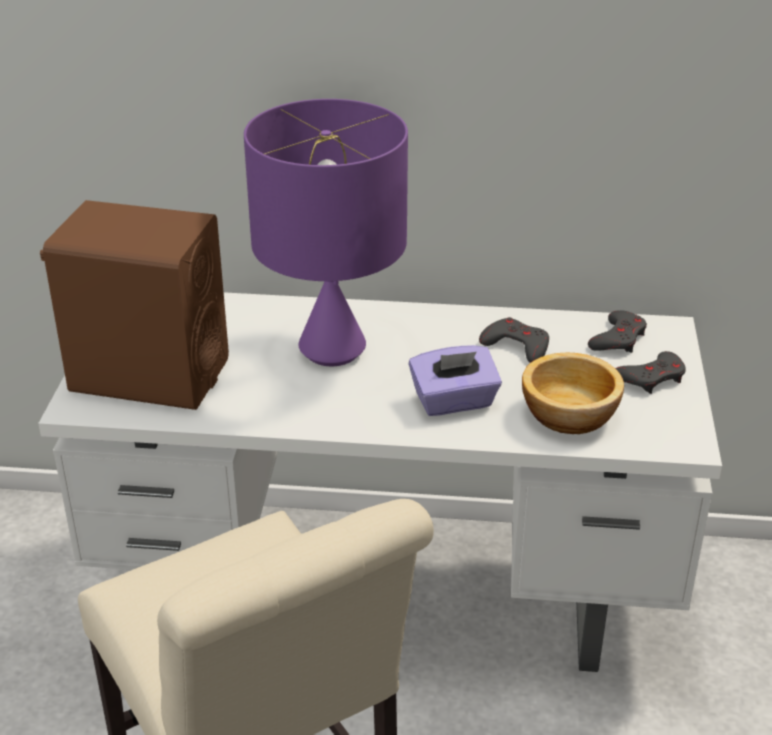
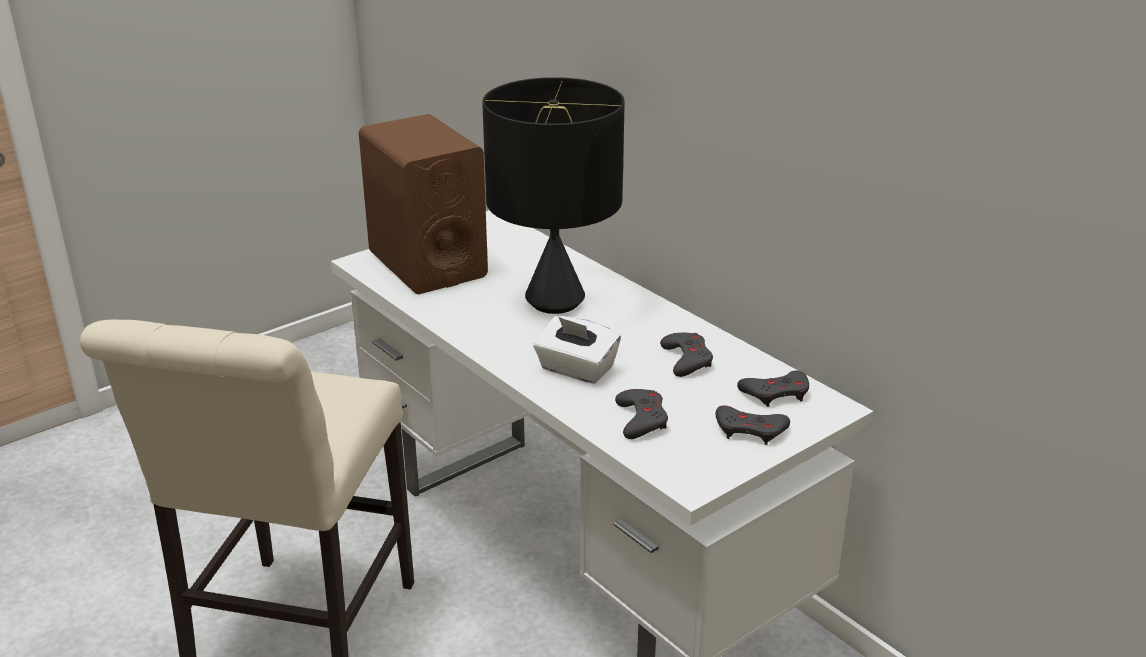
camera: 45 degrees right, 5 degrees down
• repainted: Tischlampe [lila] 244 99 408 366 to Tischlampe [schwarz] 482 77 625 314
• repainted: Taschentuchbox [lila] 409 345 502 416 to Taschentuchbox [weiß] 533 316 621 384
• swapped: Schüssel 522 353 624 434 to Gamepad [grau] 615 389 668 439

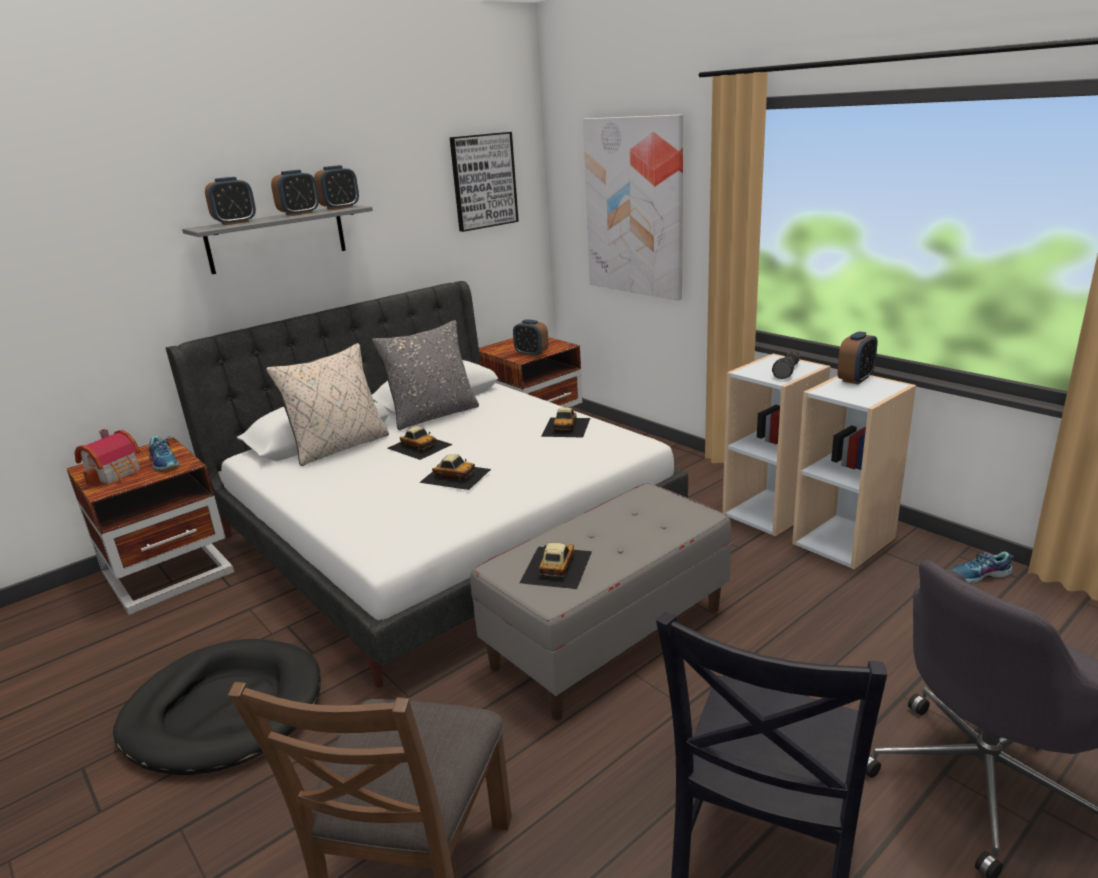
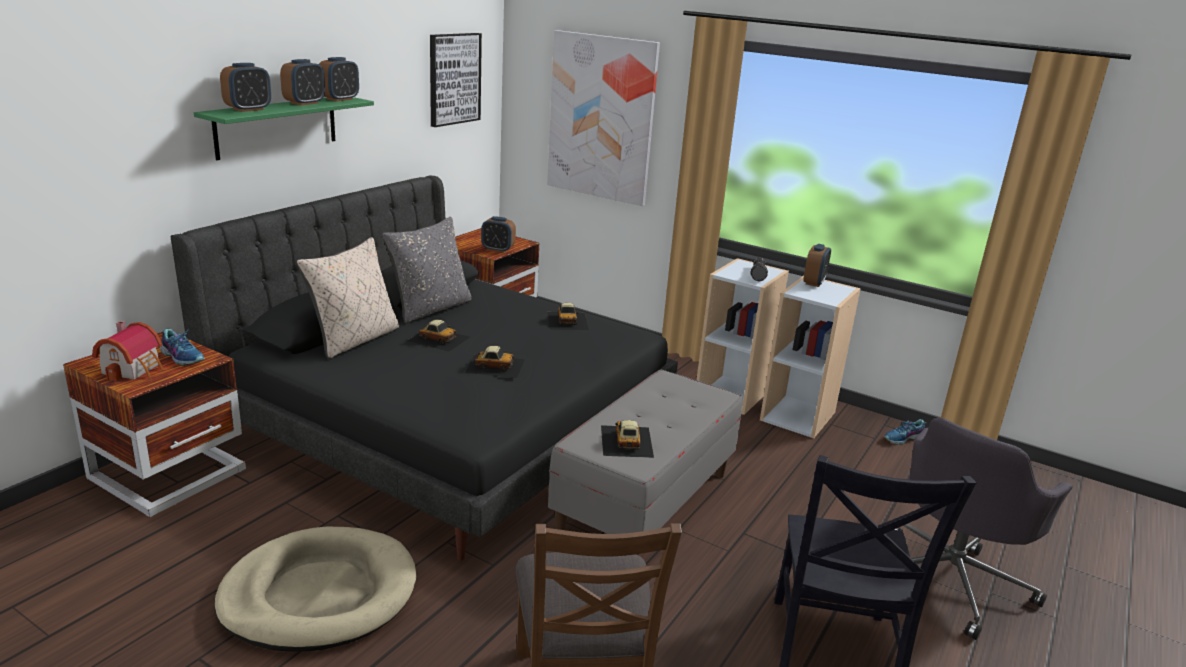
camera: 20 degrees left, 0 degrees up
• repainted: Bett [weiß] 166 281 688 688 to Bett [schwarz] 171 175 678 561
• repainted: Wandregal [grau] 182 205 373 274 to Wandregal [grün] 194 97 374 160
• repainted: Hundebett [schwarz] 113 639 321 775 to Hundebett [beige] 214 526 417 652

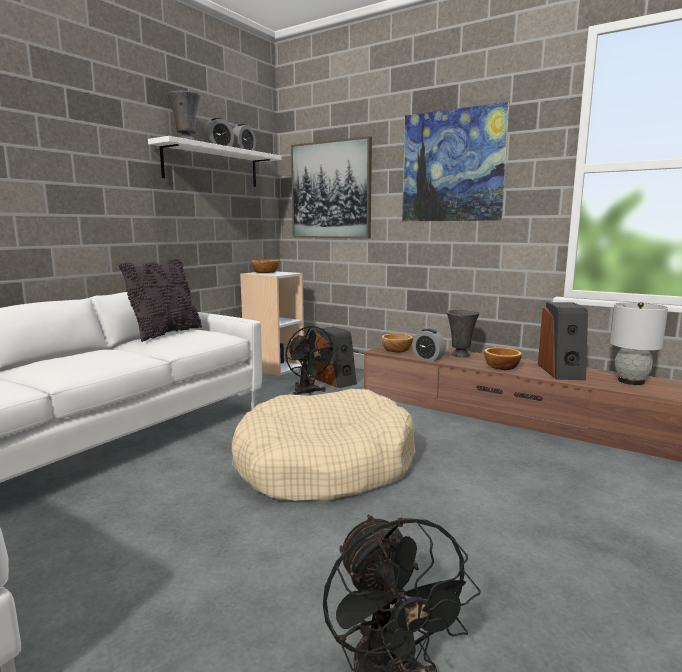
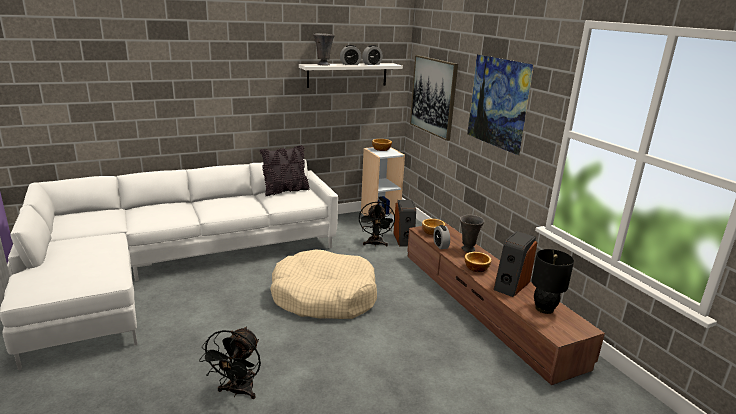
camera: 30 degrees right, 10 degrees up
• repainted: Tischlampe [weiß] 610 302 668 385 to Tischlampe [schwarz] 532 249 574 314

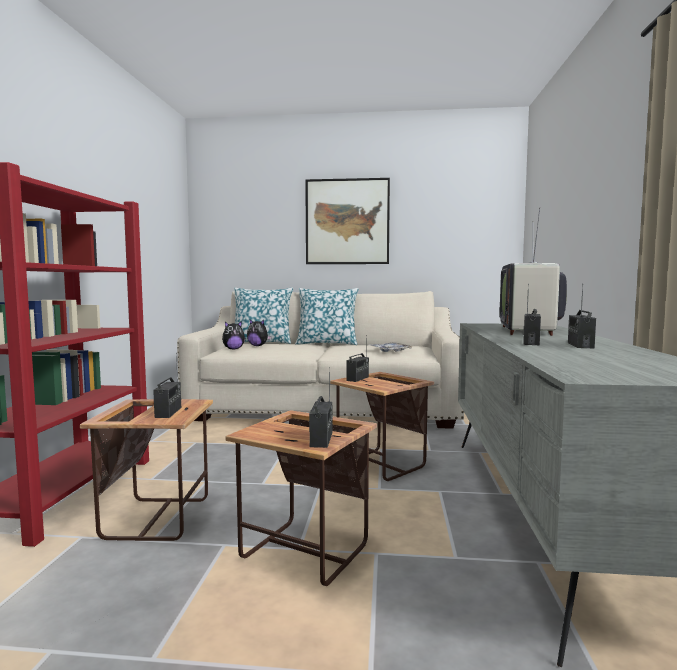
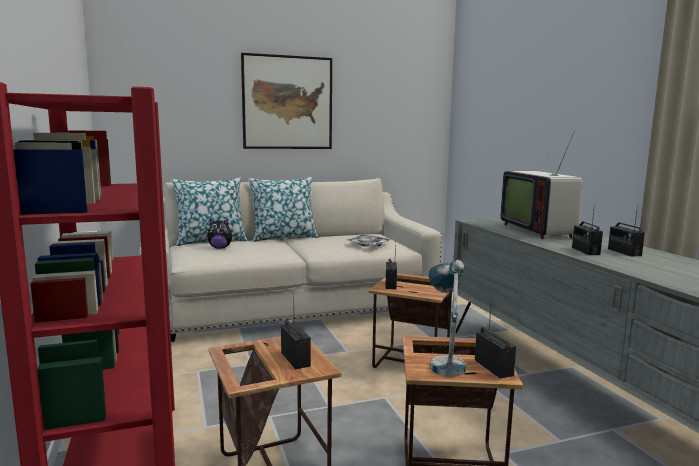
camera: 25 degrees left, 5 degrees up
• new: Tischlampe 428 260 466 377
• gone: Plüschtier 222 321 245 350

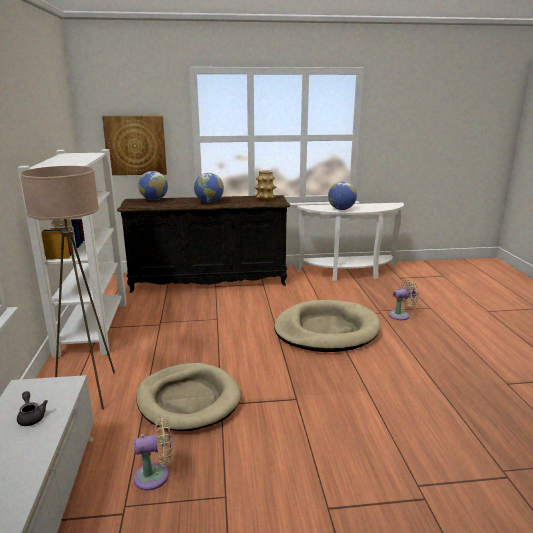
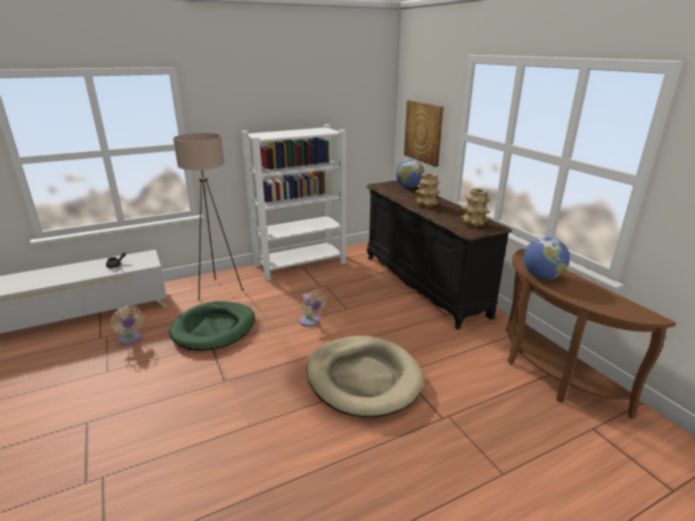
camera: 70 degrees right, 5 degrees up
• repainted: Hundebett [beige] 136 363 241 431 to Hundebett [grün] 169 301 255 351
• shifted: Ventilator [beige] 389 280 419 320 to 299 290 327 327
• swapped: Globus 194 173 224 203 to Vase 415 173 440 208
• repainted: Konsolentisch [weiß] 297 203 404 281 to Konsolentisch [braun] 506 249 676 419

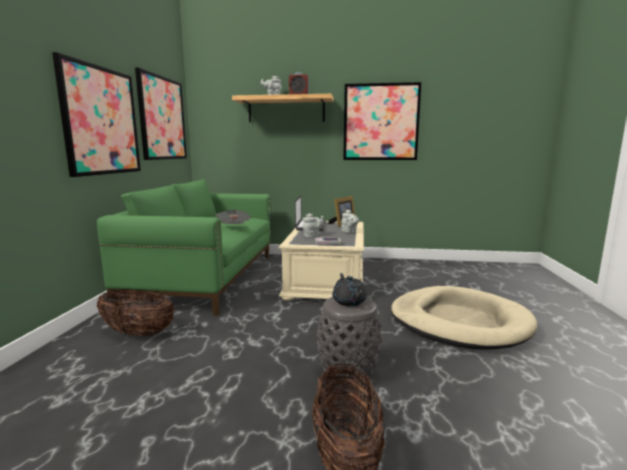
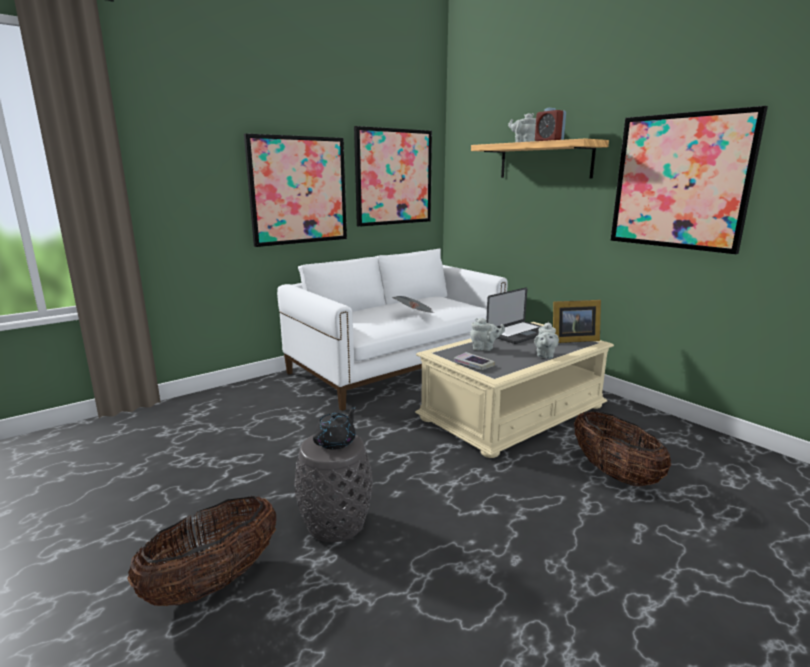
camera: 45 degrees right, 5 degrees up
• repainted: Sofa [grün] 97 179 271 316 to Sofa [weiß] 277 249 508 411
• shifted: Korb 97 289 174 336 to 574 411 671 486
• gone: Hundebett [beige] 391 286 538 350

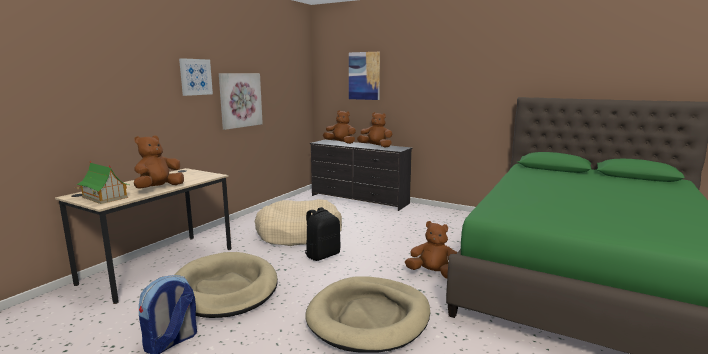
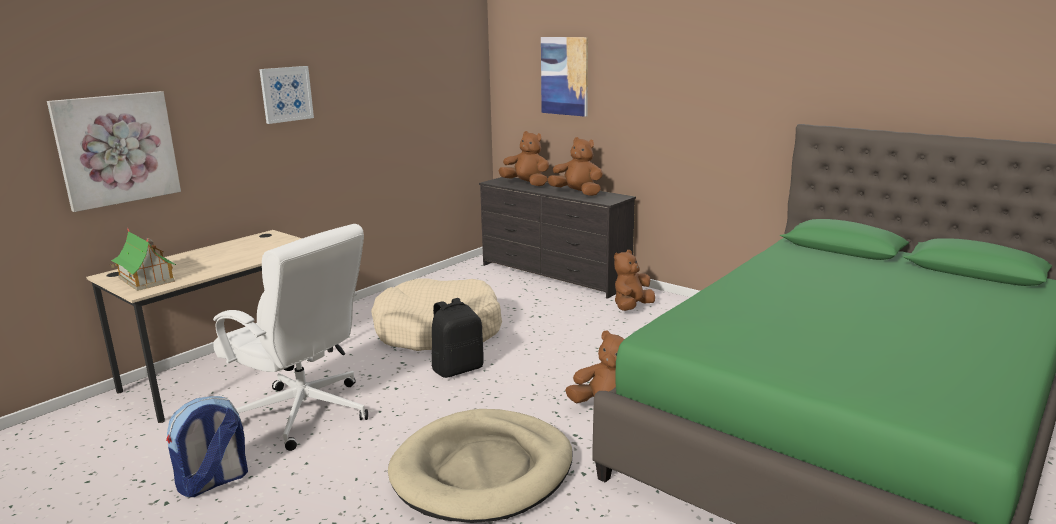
camera: 10 degrees right, 5 degrees up
• shifted: Bild 219 73 263 130 to 47 91 181 212
• swapped: Hundebett [beige] 175 252 278 318 to Bürostuhl [weiß] 213 224 368 451
• shifted: Plüschtier [braun] 134 135 184 189 to 614 250 655 311

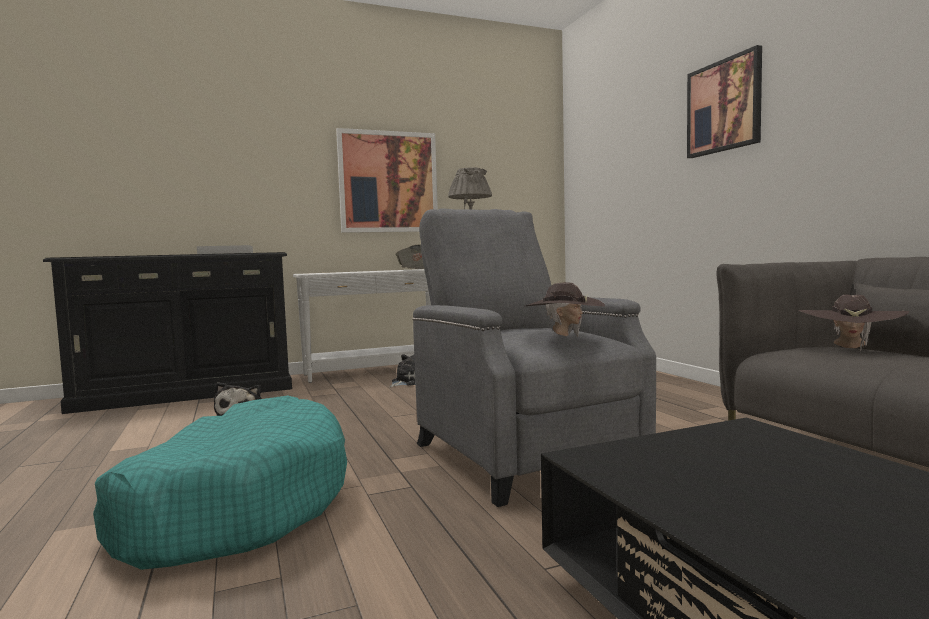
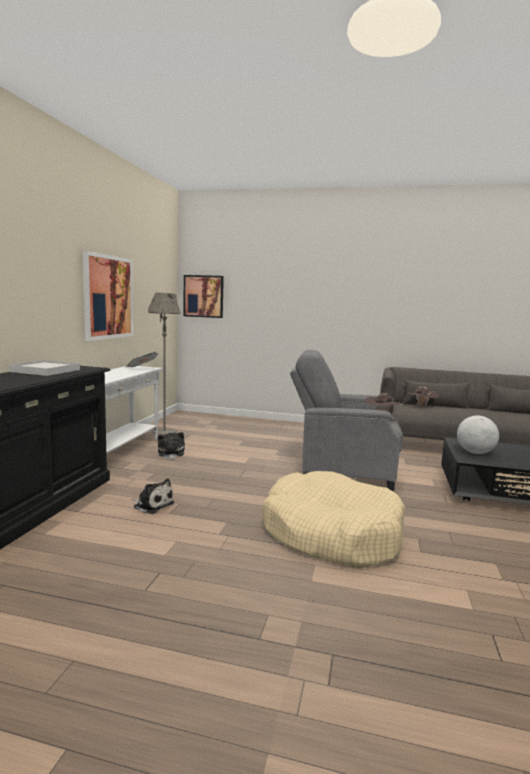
camera: 55 degrees left, 5 degrees up
• shifted: Bild 687 45 762 158 to 183 275 224 318
• repainted: Hundebett [türkis] 93 395 347 570 to Hundebett [beige] 262 471 405 569
• new: Globus 457 416 499 454

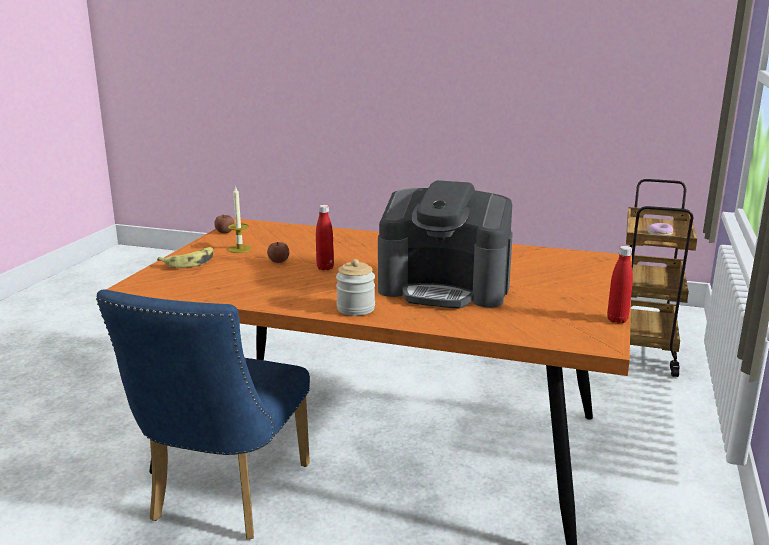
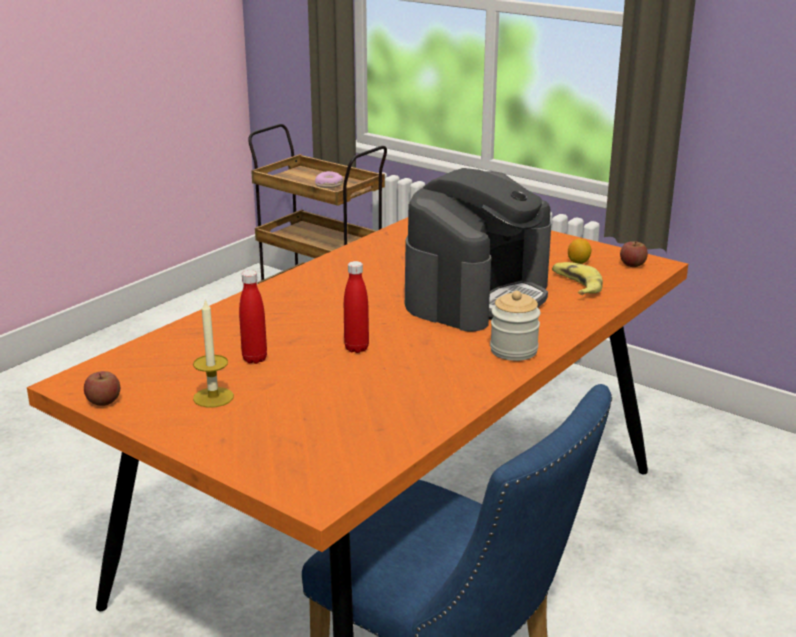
camera: 70 degrees left, 5 degrees up
• shifted: Flasche [rot] 607 246 633 324 to 239 270 267 364
• shifted: Banane 157 247 213 268 to 552 262 603 295
• new: Zitrone 568 239 591 264
• shifted: Apfel 267 242 289 263 to 620 241 648 267

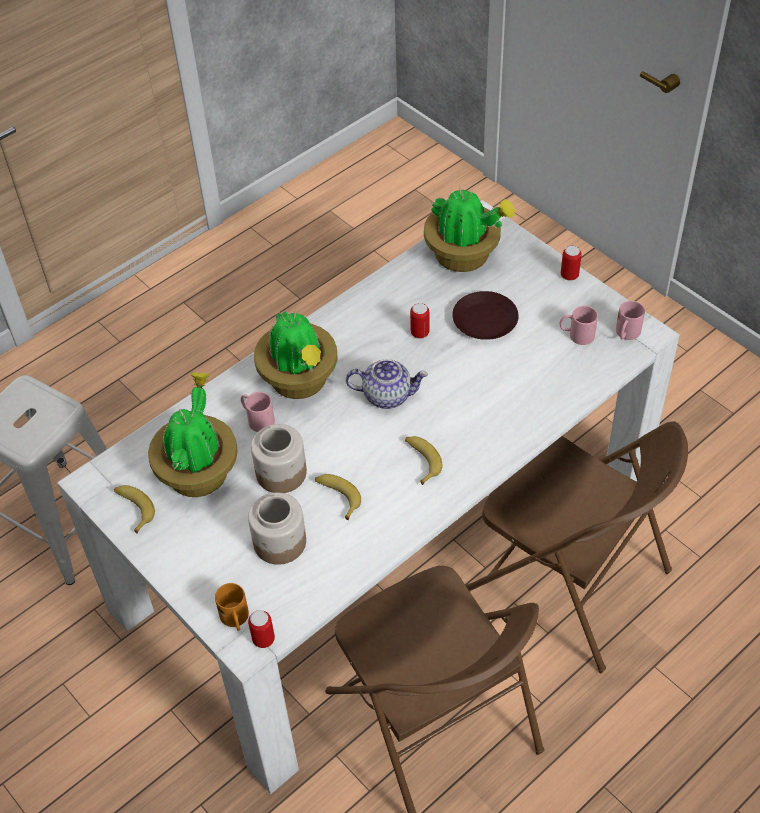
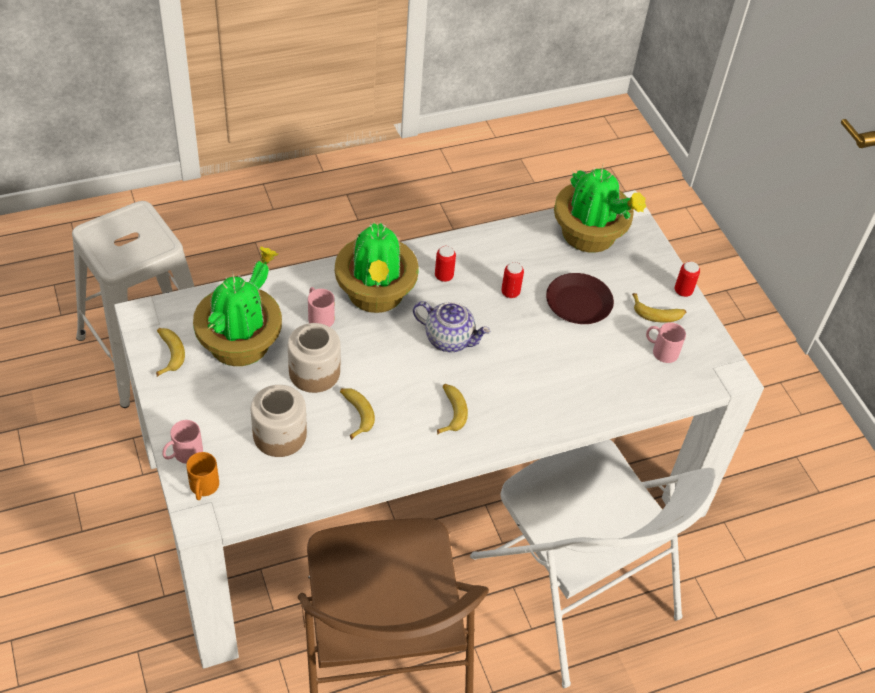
camera: 15 degrees right, 0 degrees up
• shifted: Henkelbecher [rosa] 616 301 645 340 to 162 420 203 464
• shifted: Dose 248 610 275 648 to 435 246 456 282
• repainted: Stuhl [braun] 466 421 688 673 to Stuhl [weiß] 470 439 718 688
• new: Banane 632 293 686 323

